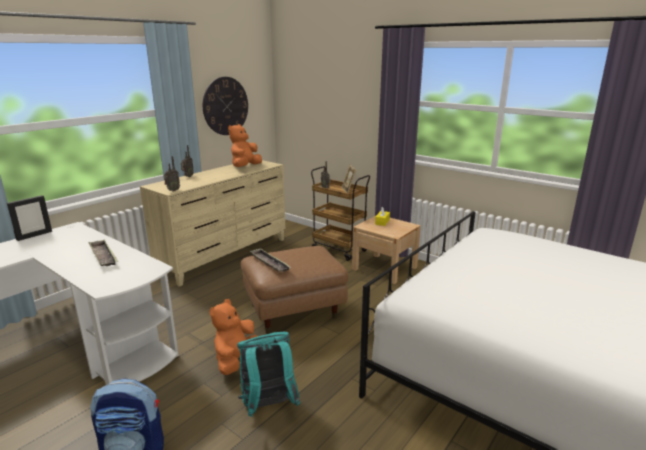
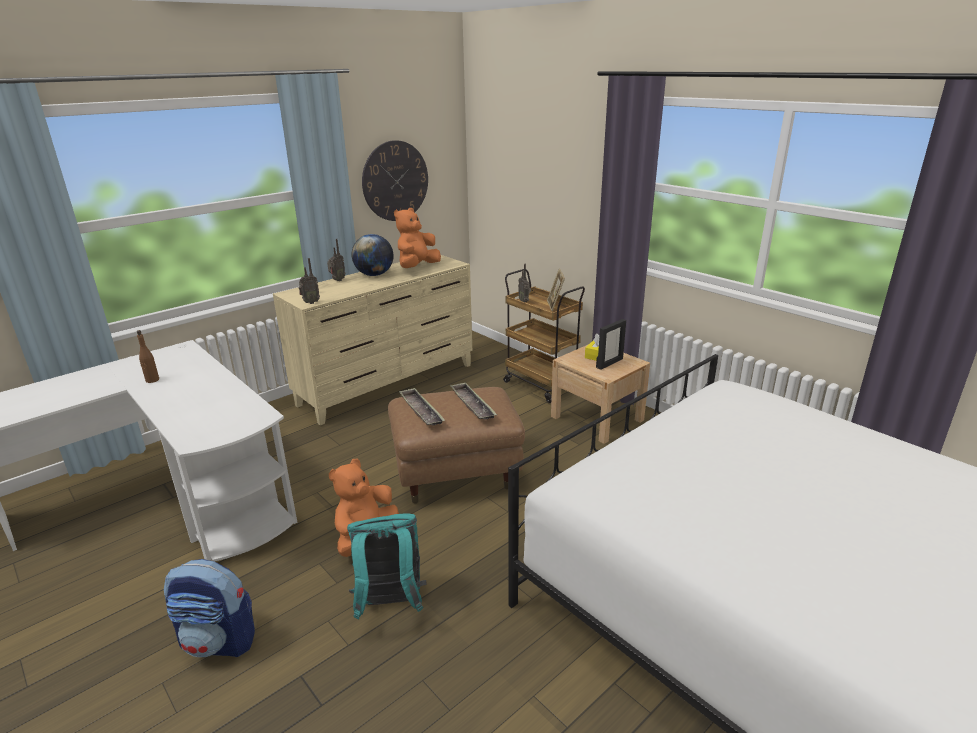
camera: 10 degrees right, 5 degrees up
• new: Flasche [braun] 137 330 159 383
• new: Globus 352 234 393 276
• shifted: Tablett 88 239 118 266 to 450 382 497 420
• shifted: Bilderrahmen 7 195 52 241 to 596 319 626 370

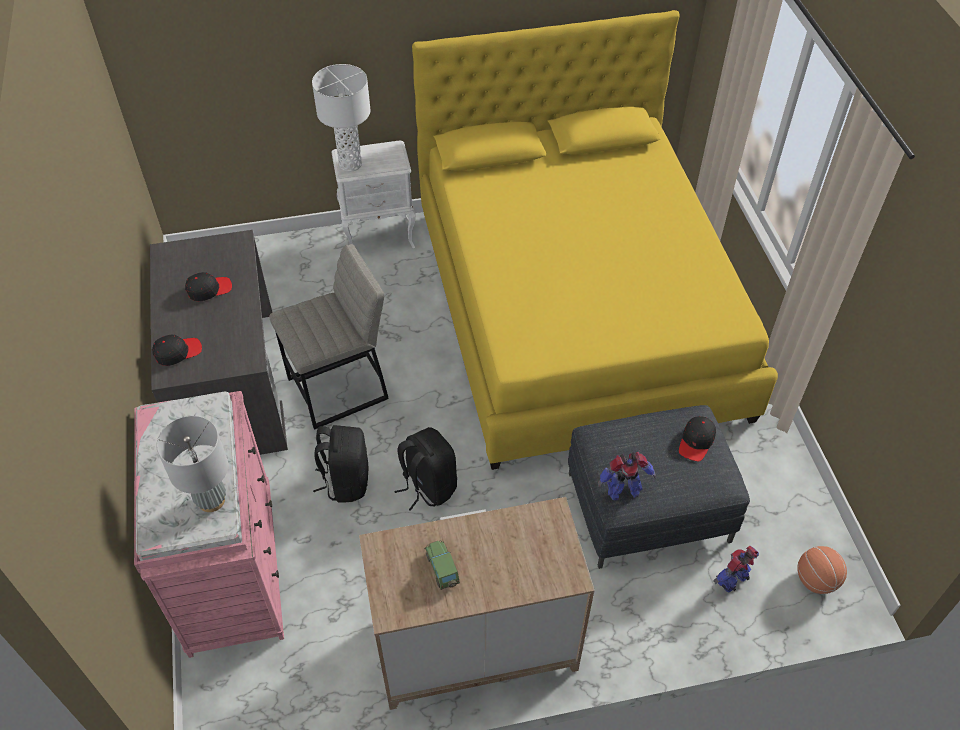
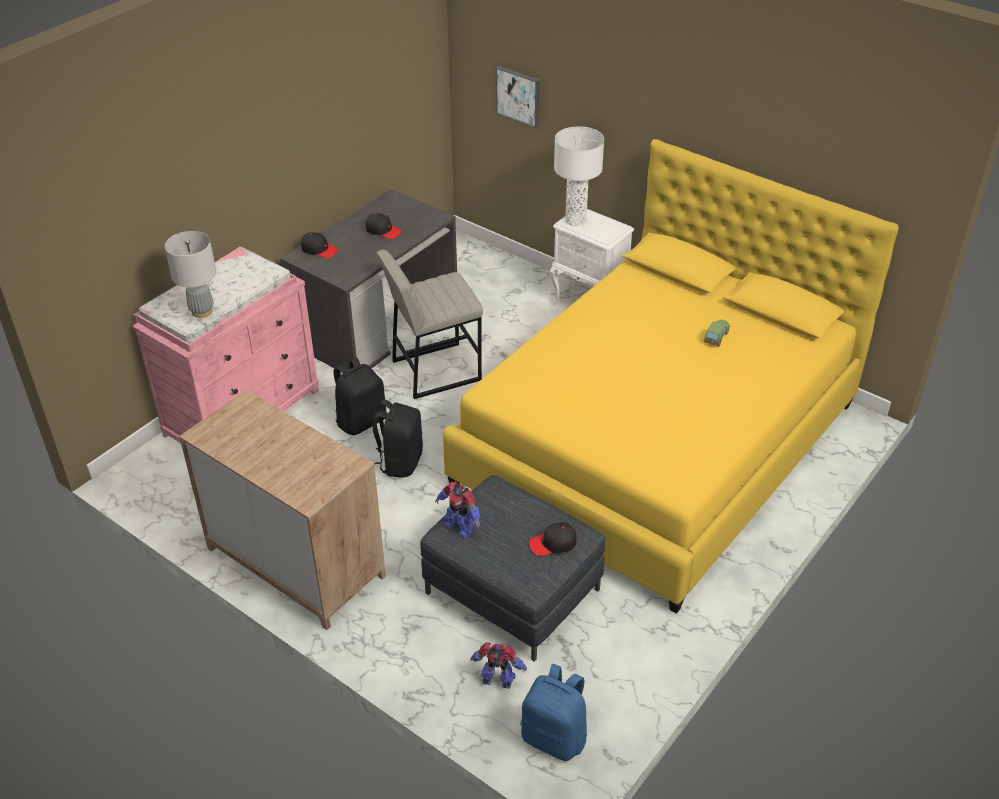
camera: 50 degrees right, 10 degrees down
• rotated: Stuhl [grau] 269 244 389 430 = 376 250 483 399 135 degrees clockwise
• new: Bild 495 66 539 128
• swapped: Basketball 797 546 847 594 to Rucksack [blau] 521 664 587 761
• shifted: Spielzeugauto 425 541 460 590 to 704 319 730 347

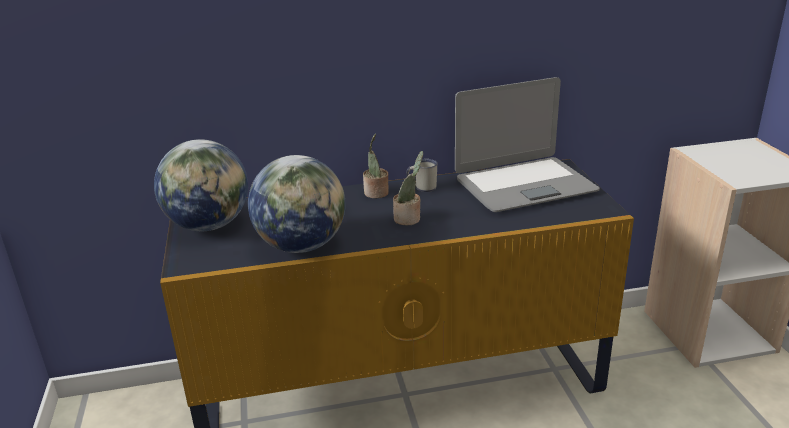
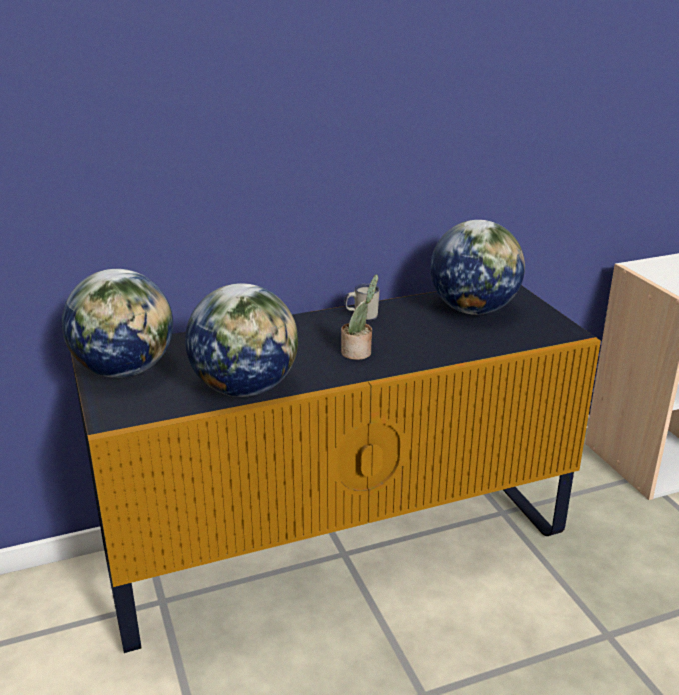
camera: 10 degrees left, 0 degrees up
• swapped: Laptop 455 77 600 212 to Globus 430 220 525 315
• gone: Topfpflanze 363 134 389 199

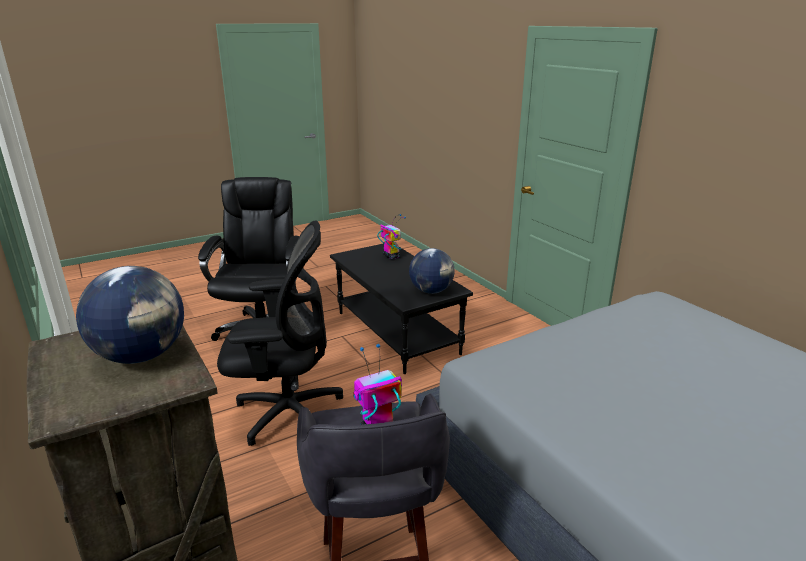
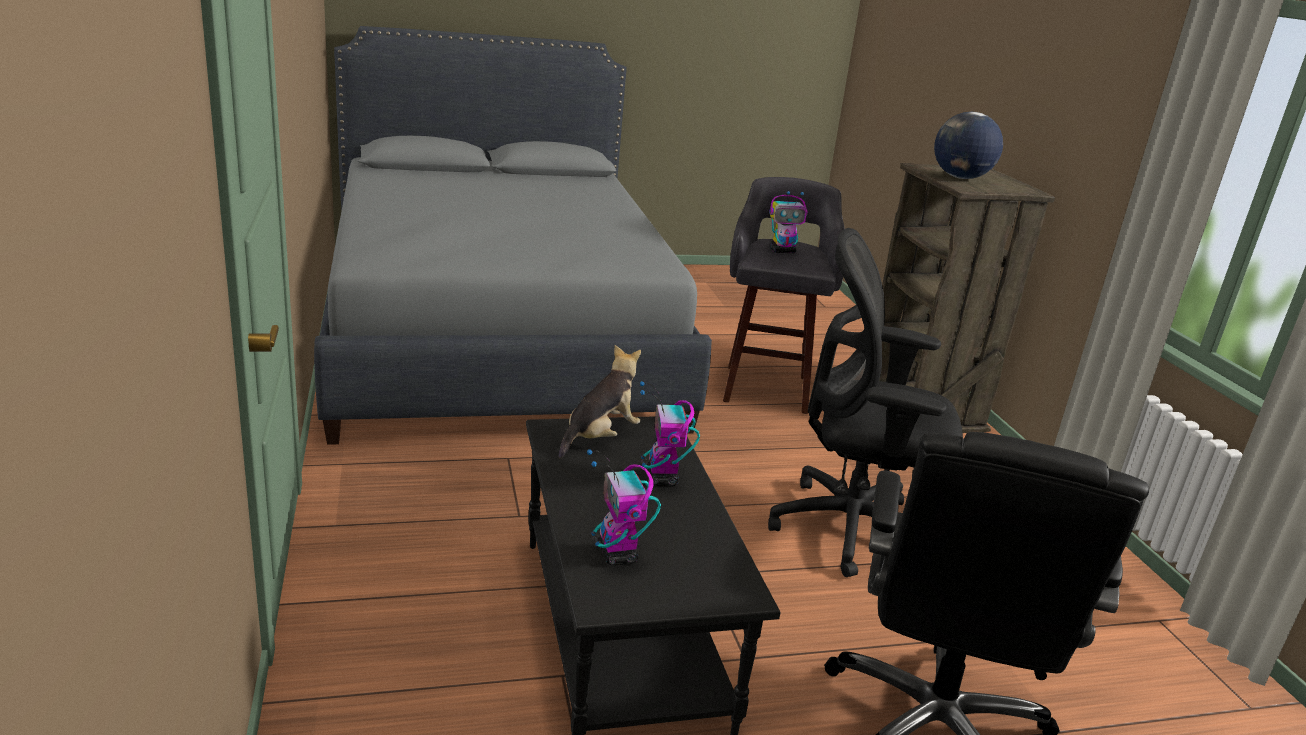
camera: 165 degrees left, 0 degrees up
• swapped: Globus 409 248 455 294 to Plüschtier 559 345 641 459
• new: Spielzeugroboter 640 381 700 486

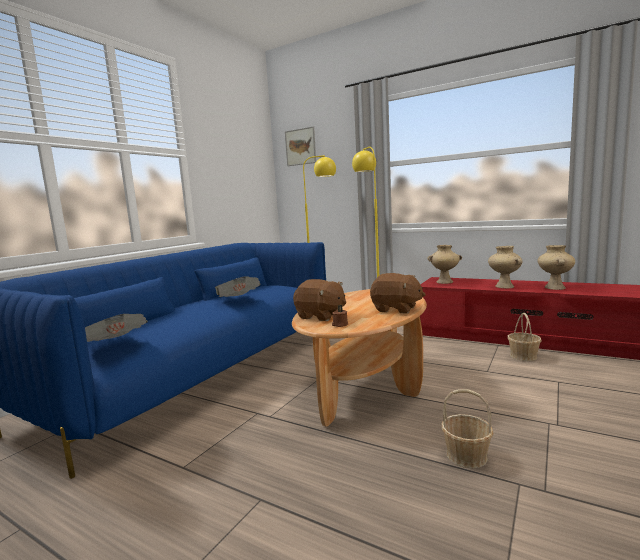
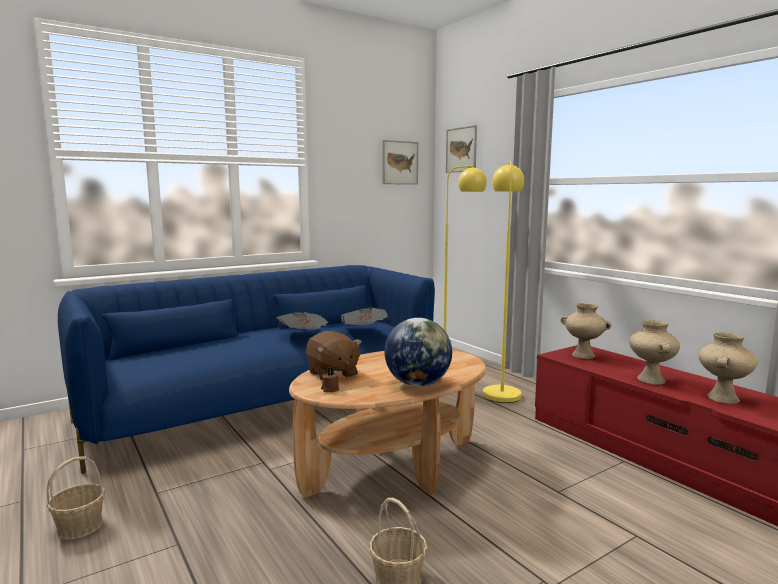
camera: 25 degrees right, 0 degrees up
• shifted: Korb 507 313 542 361 to 46 456 105 540
• shifted: Zeitung 85 314 148 342 to 341 308 388 325
• new: Bild 382 140 418 185
• swapped: Plüschtier [braun] 370 273 426 314 to Globus 385 318 452 387

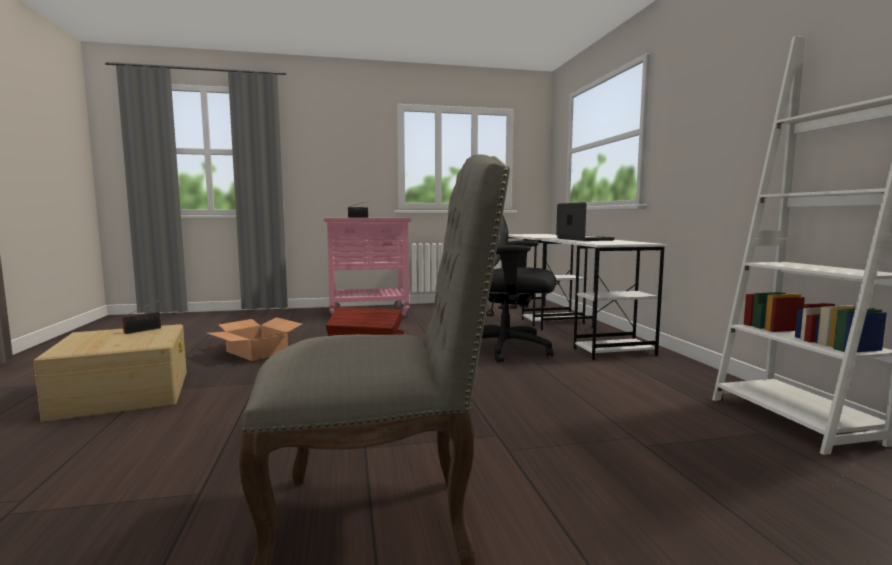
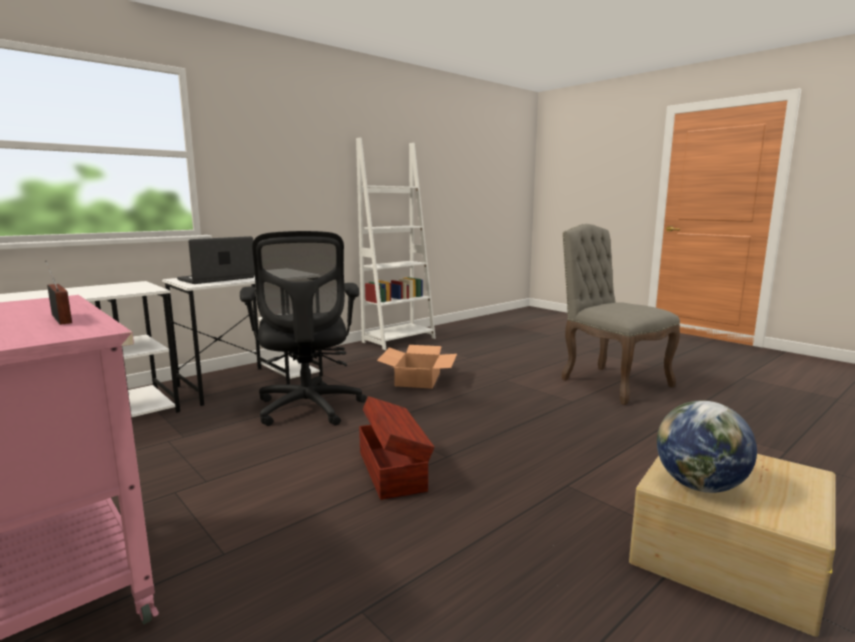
camera: 120 degrees left, 5 degrees up
• shifted: Karton 207 317 302 361 to 377 345 457 389
• swapped: Radio 122 299 161 334 to Globus 657 400 757 493

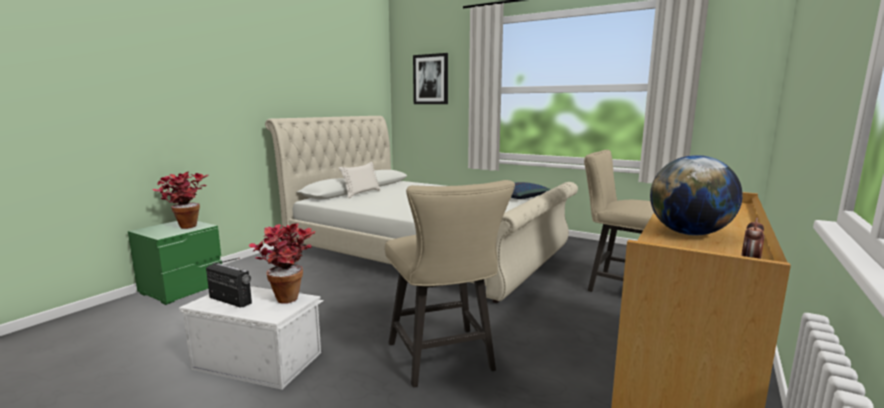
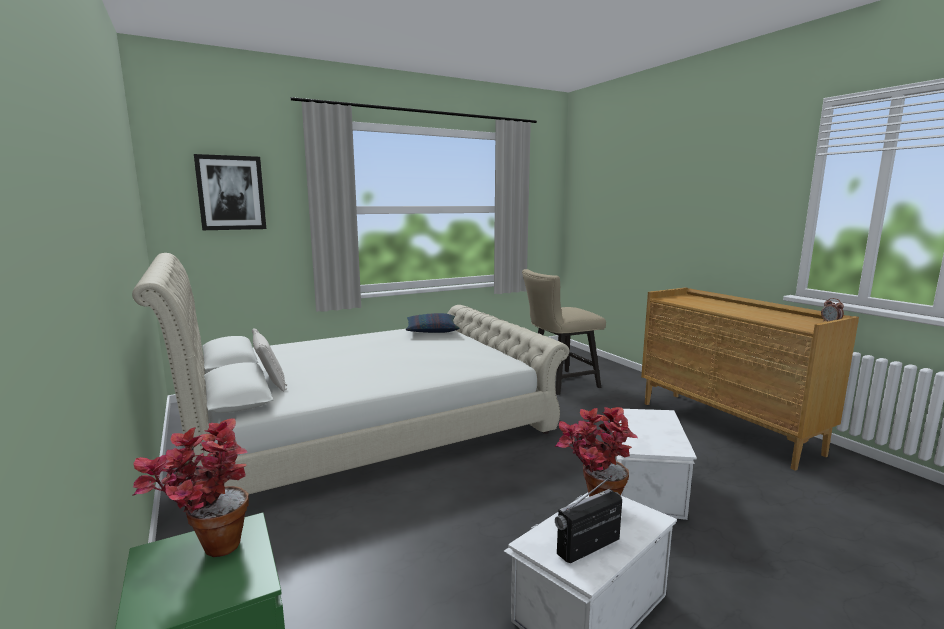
camera: 60 degrees left, 0 degrees up
• swapped: Stuhl [beige] 385 180 515 388 to Aufbewahrungsbox [weiß] 612 409 697 520
• gone: Globus 650 155 743 235

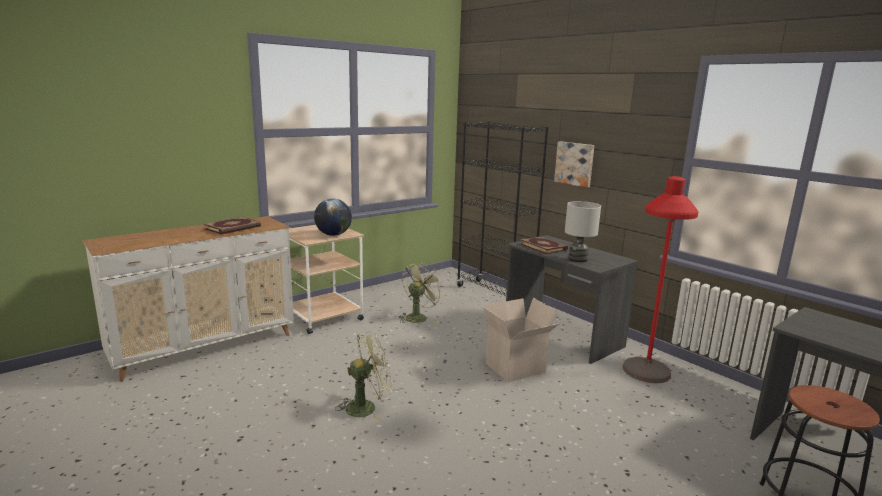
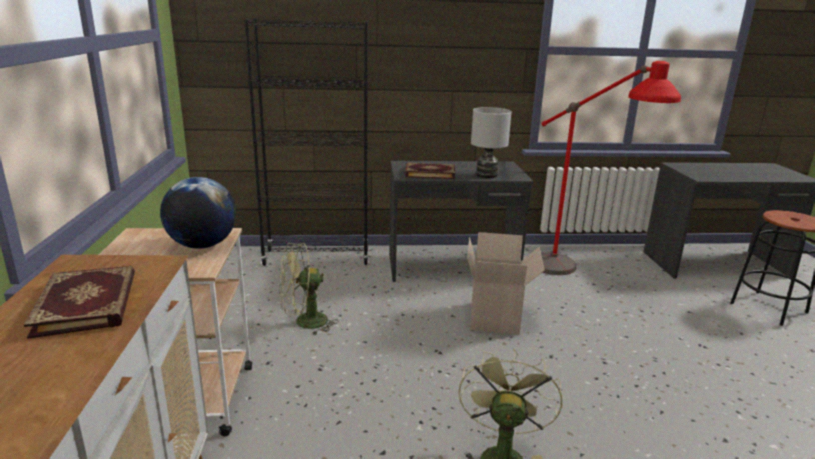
camera: 55 degrees left, 5 degrees up
• rotated: Ventilator [grün] 399 262 444 323 = 279 243 339 335 90 degrees counterclockwise
• gone: Bild 554 141 594 188

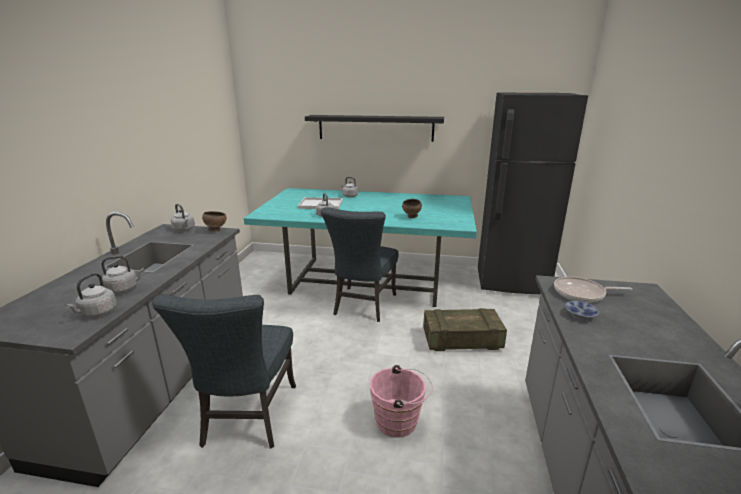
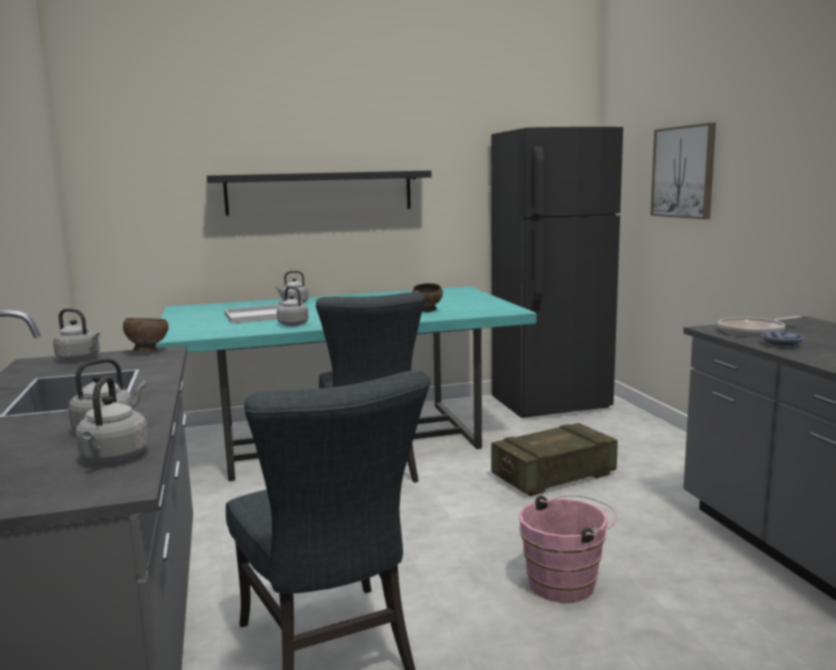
camera: 25 degrees left, 10 degrees down
• new: Bild 650 123 716 219

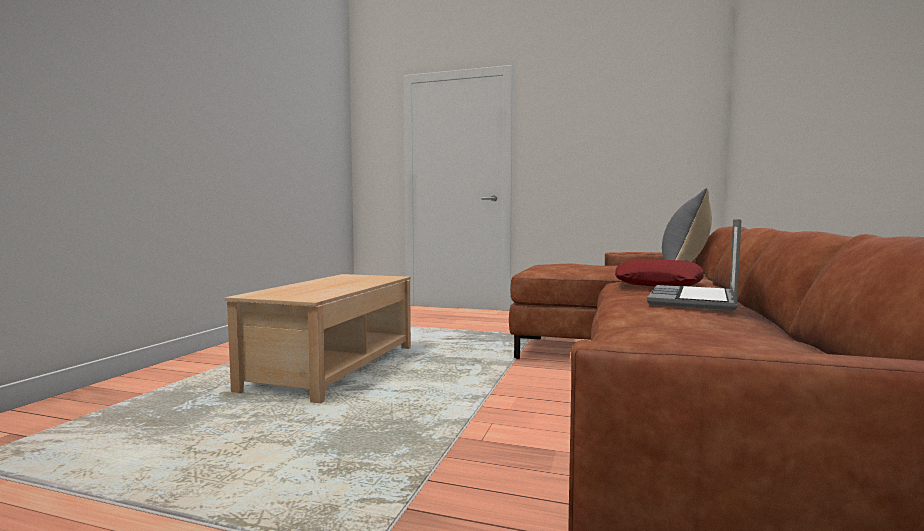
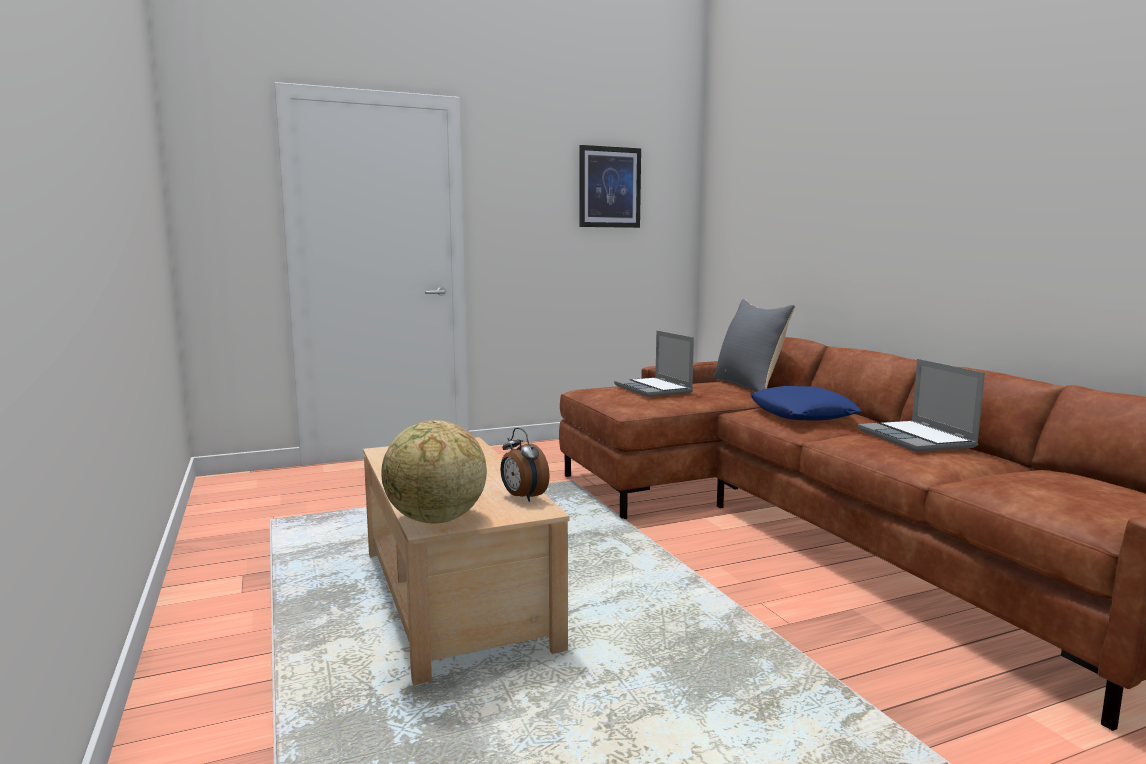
camera: 40 degrees left, 5 degrees up
• new: Globus 381 420 487 523
• new: Wecker 501 428 550 502
• new: Bild 579 145 641 228
• new: Laptop 614 331 694 397
• repainted: Kissen [rot] 615 259 704 286 to Kissen [blau] 750 386 862 421

